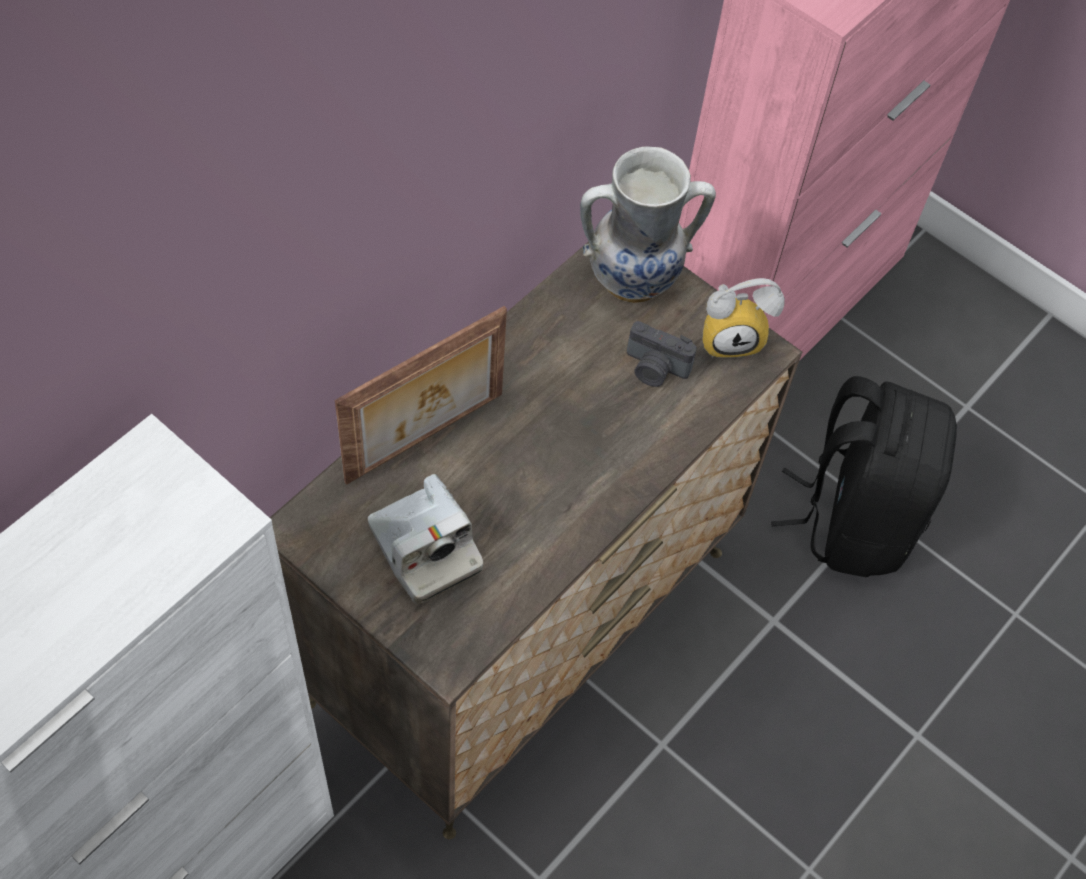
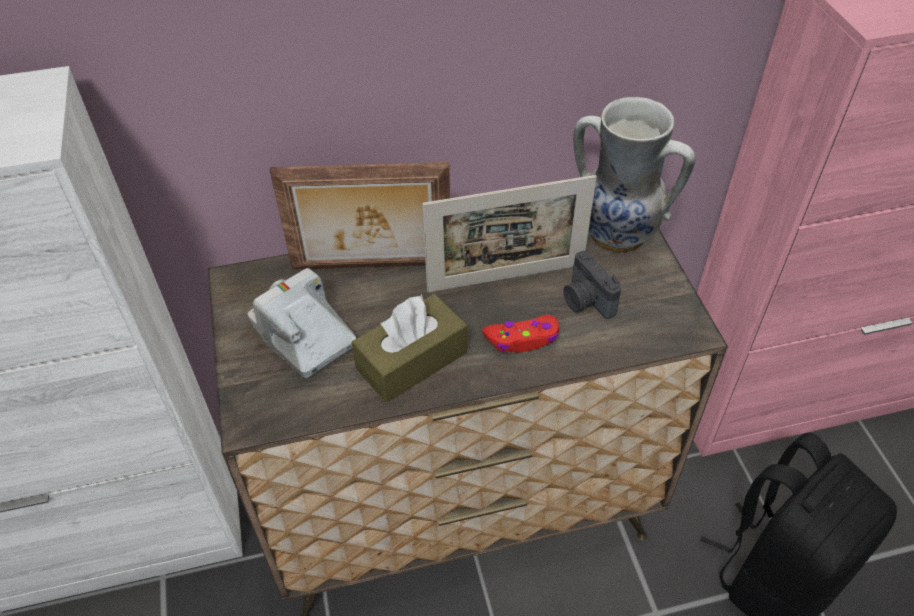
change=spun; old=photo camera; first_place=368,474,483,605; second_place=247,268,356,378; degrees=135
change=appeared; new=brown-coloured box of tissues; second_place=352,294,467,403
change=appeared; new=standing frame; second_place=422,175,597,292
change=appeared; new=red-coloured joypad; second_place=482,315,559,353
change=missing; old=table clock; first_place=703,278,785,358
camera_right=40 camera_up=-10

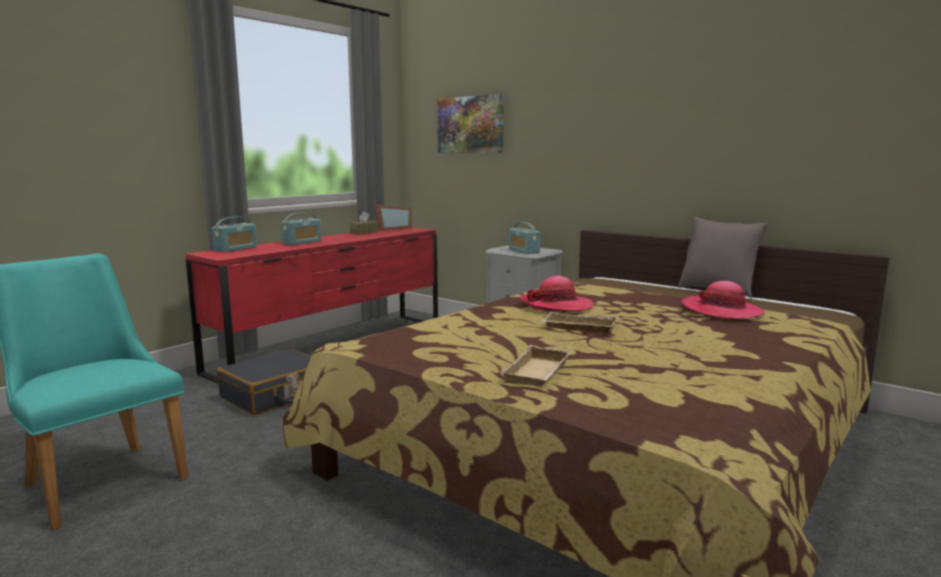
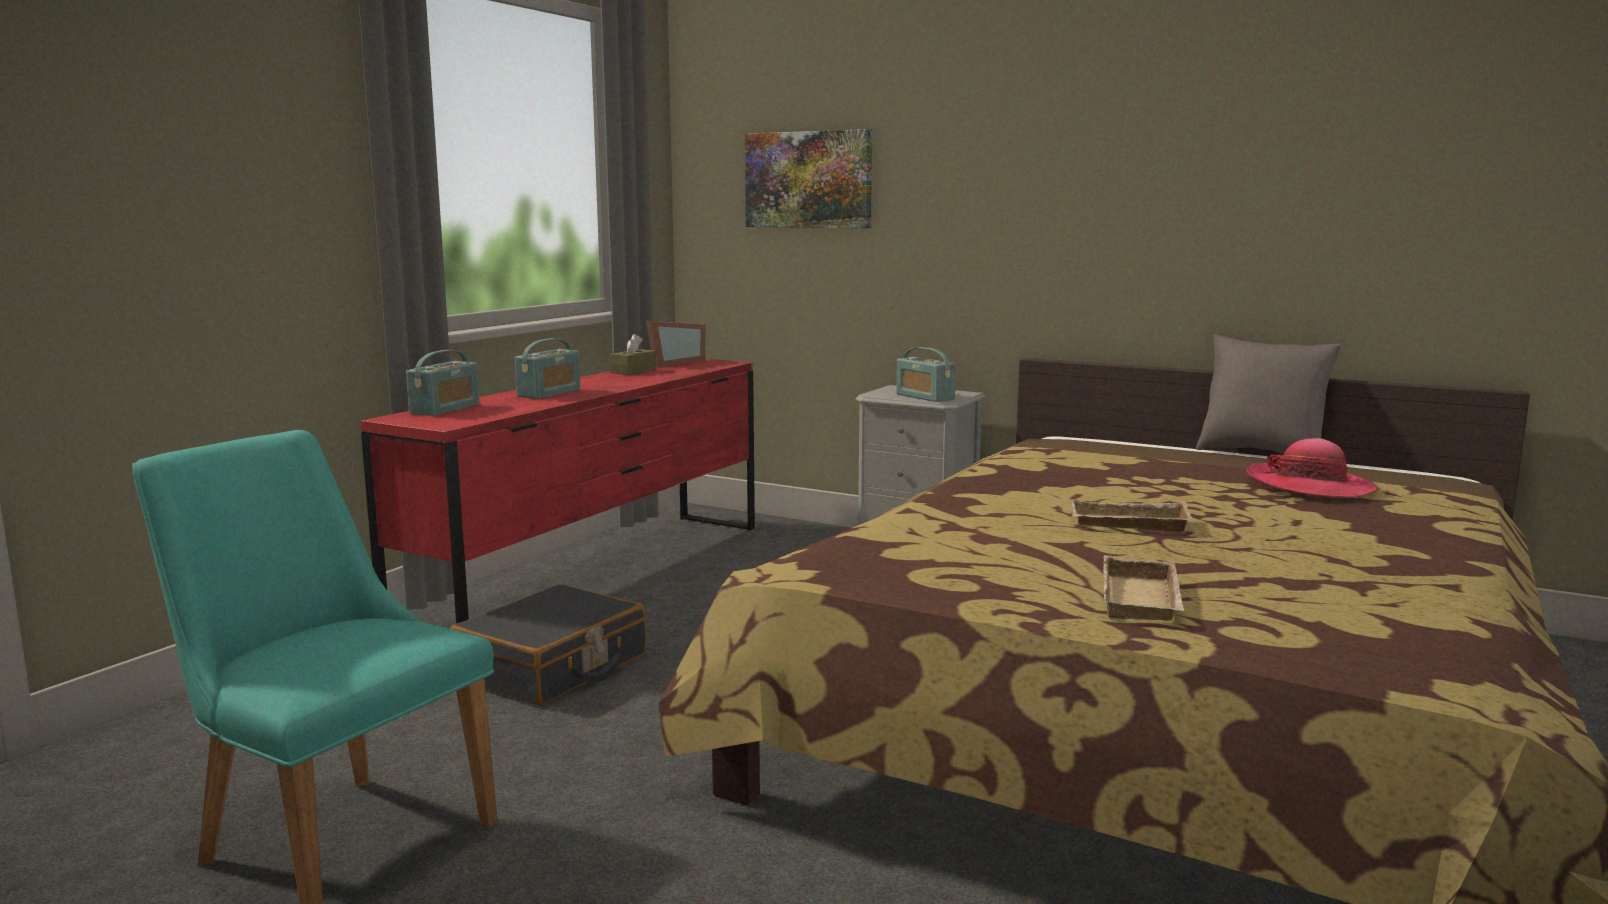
change=missing; old=wearable hat; first_place=519,276,594,311
camera_right=-10 camera_up=0

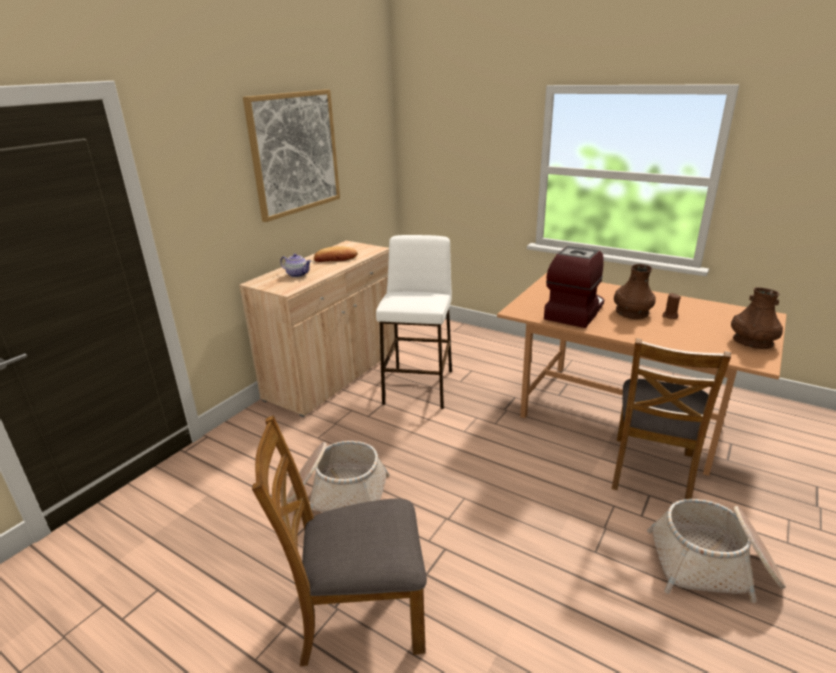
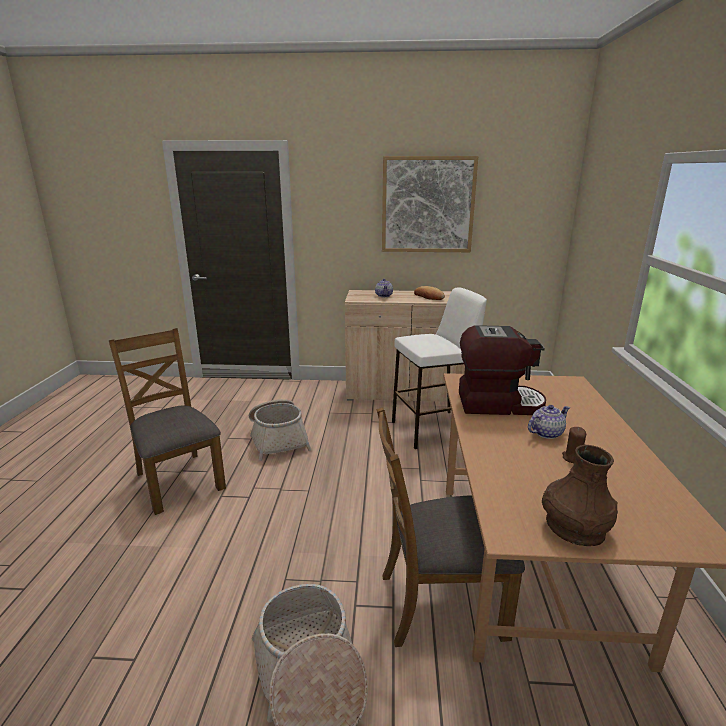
change=exchanged; old=brown-coloured decorative vase; new=pot for tea; first_place=614,264,656,319; second_place=528,405,570,439
camera_right=60 camera_up=-5

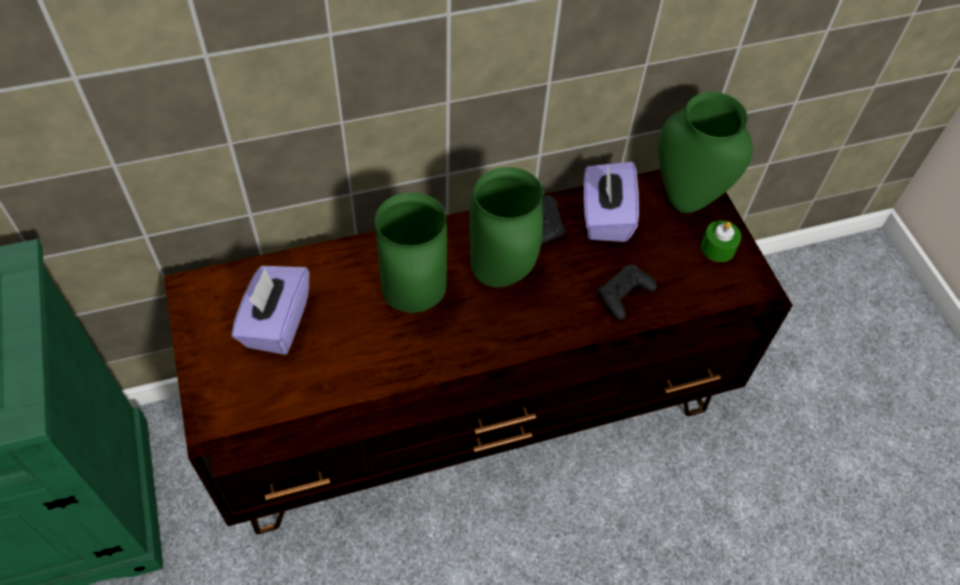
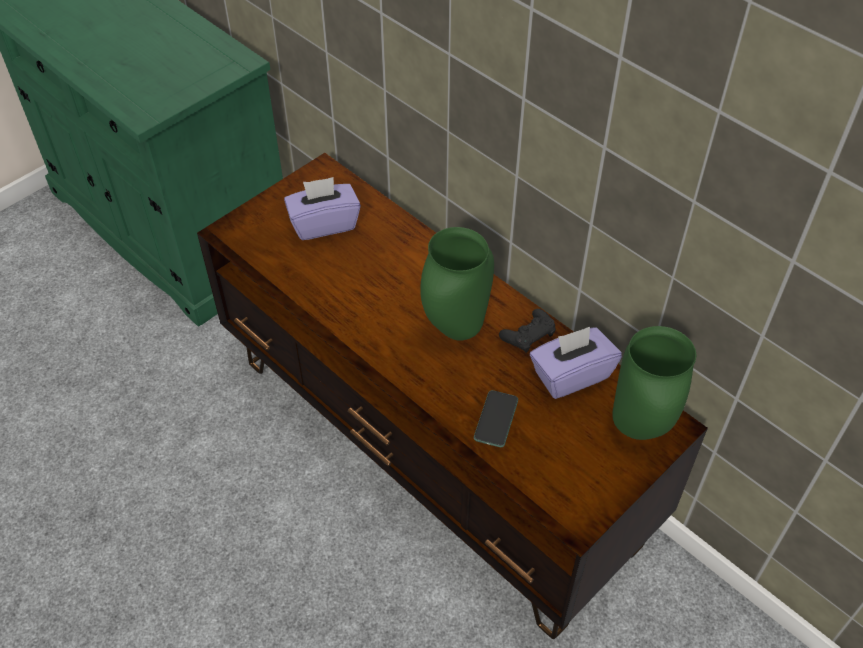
change=exchanged; old=blackish joypad; new=handset; first_place=598,264,657,320; second_place=474,390,518,447
change=missing; old=greenish decorative vase; first_place=375,192,447,313
change=missing; old=greenish wax light; first_place=701,220,742,262
camera_right=65 camera_up=-5

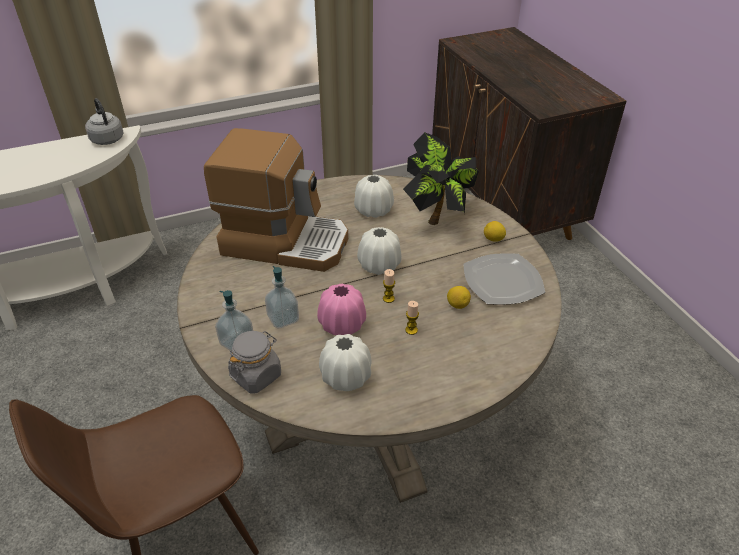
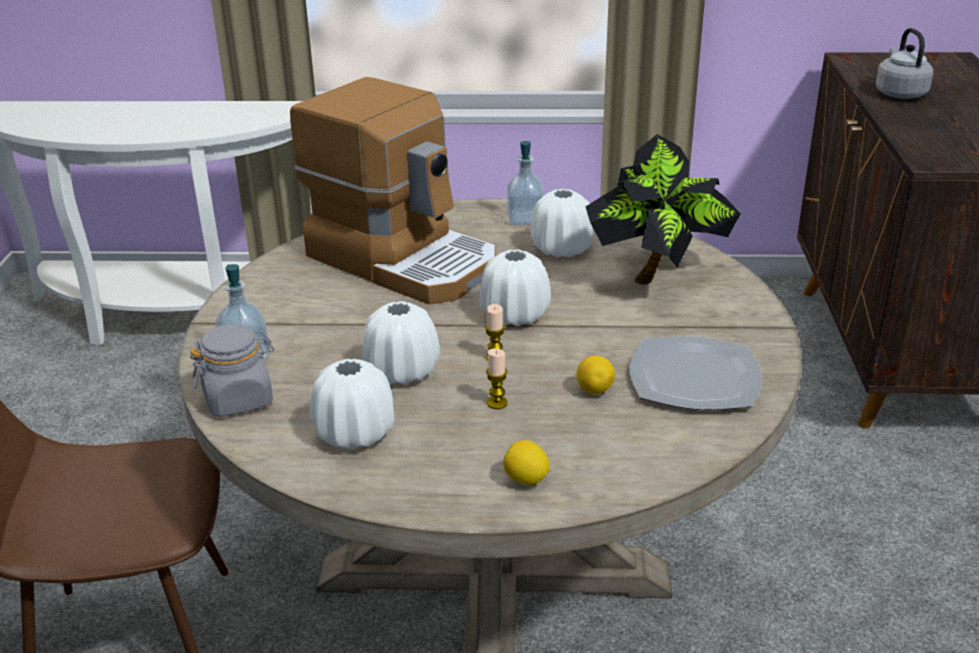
change=colour; old=pink decorative vase; new=white decorative vase; first_place=317,284,366,335; second_place=362,301,440,385
change=relocated; old=lemon; first_place=484,221,506,242; second_place=503,440,550,485
change=relocated; old=soap bottle; first_place=265,266,299,329; second_place=507,141,544,226
change=relocated; old=grey tea kettle; first_place=85,98,124,145; second_place=876,28,933,99
camera_right=25 camera_up=-10

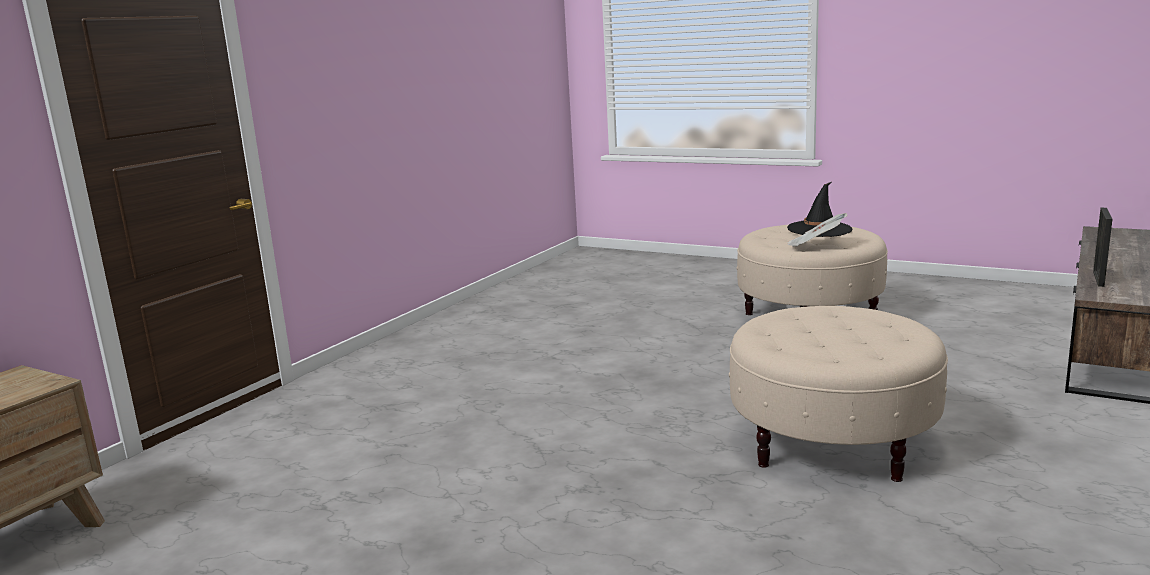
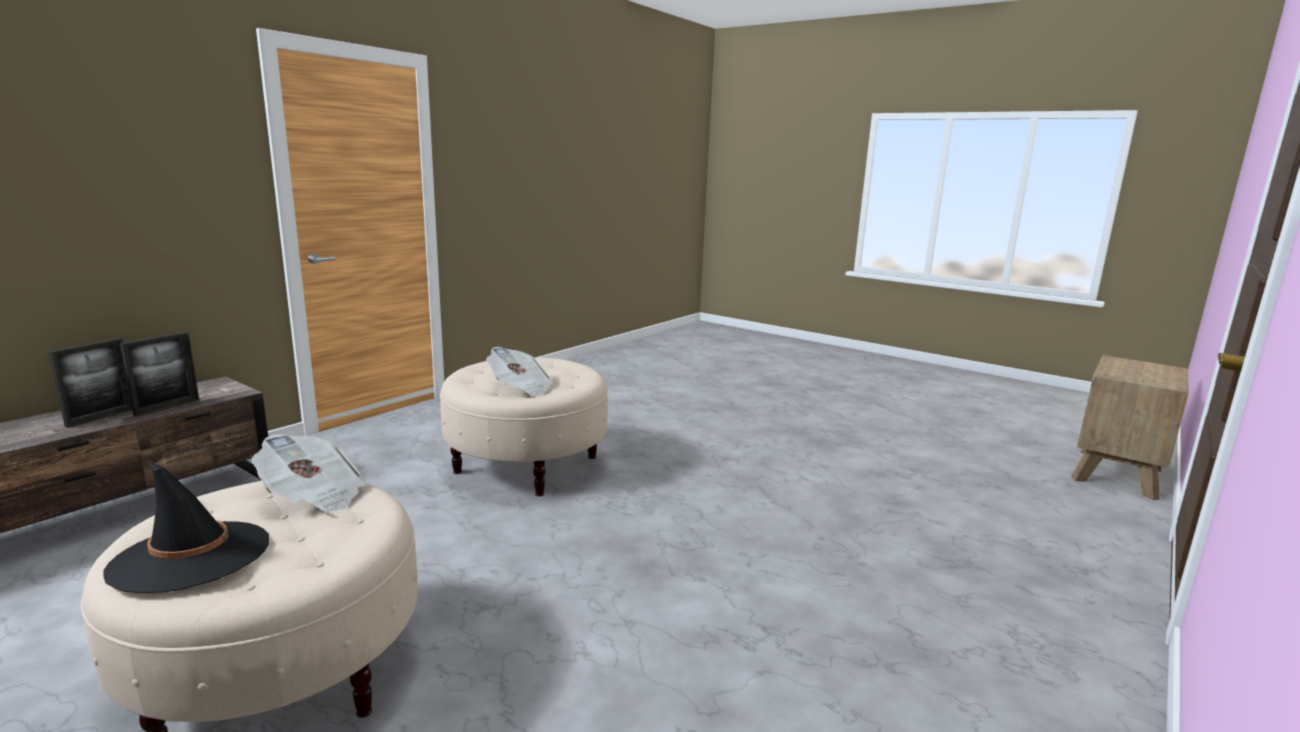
change=appeared; new=standing frame; second_place=48,338,132,428
change=appeared; new=printed paper; second_place=486,347,554,397
camera_right=-175 camera_up=0

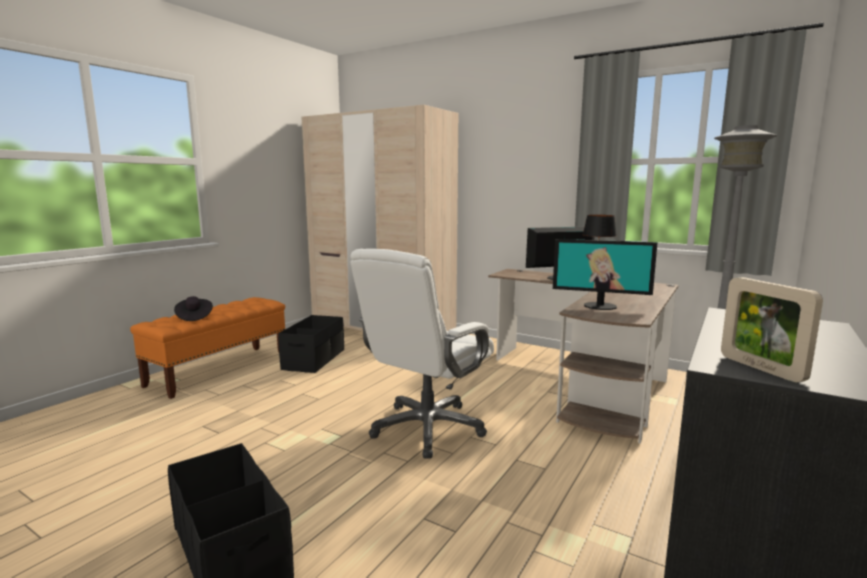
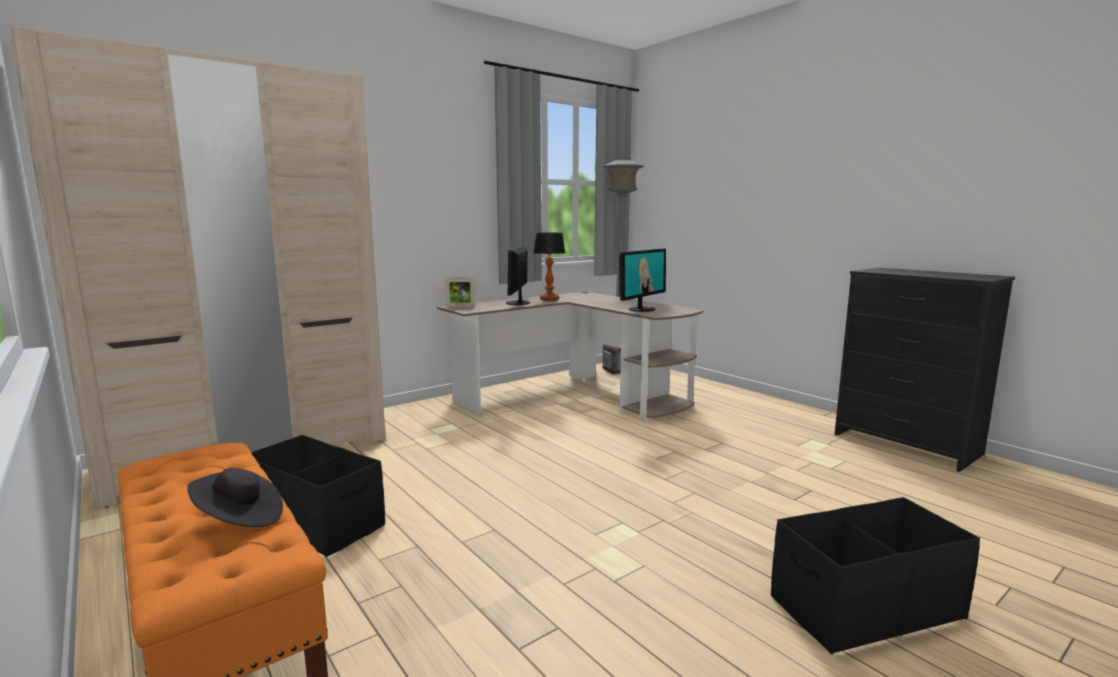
change=relocated; old=standing frame; first_place=721,277,823,382; second_place=445,278,475,307
change=missing; old=white office chair; first_place=350,249,494,458
camera_right=-70 camera_up=0

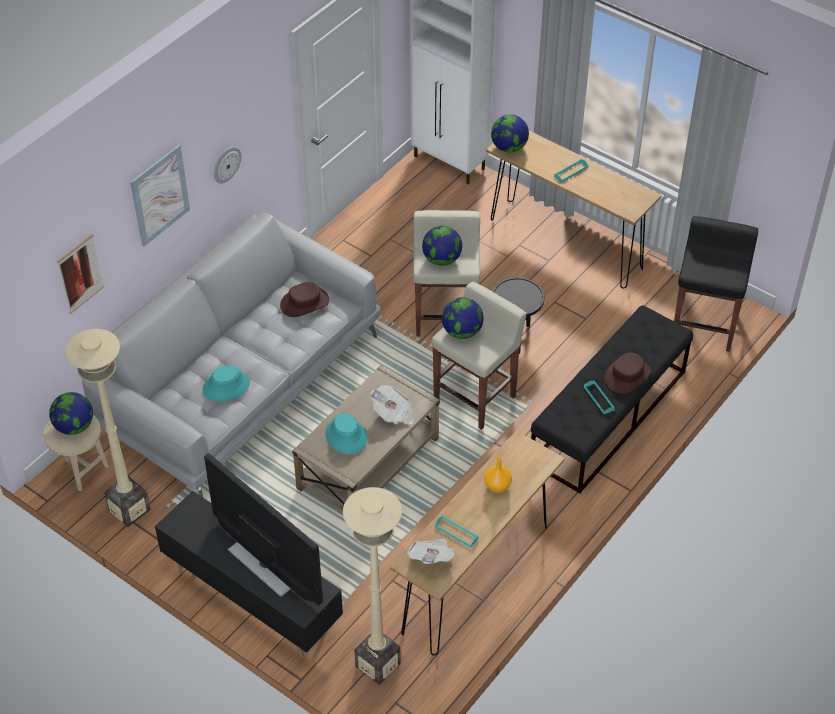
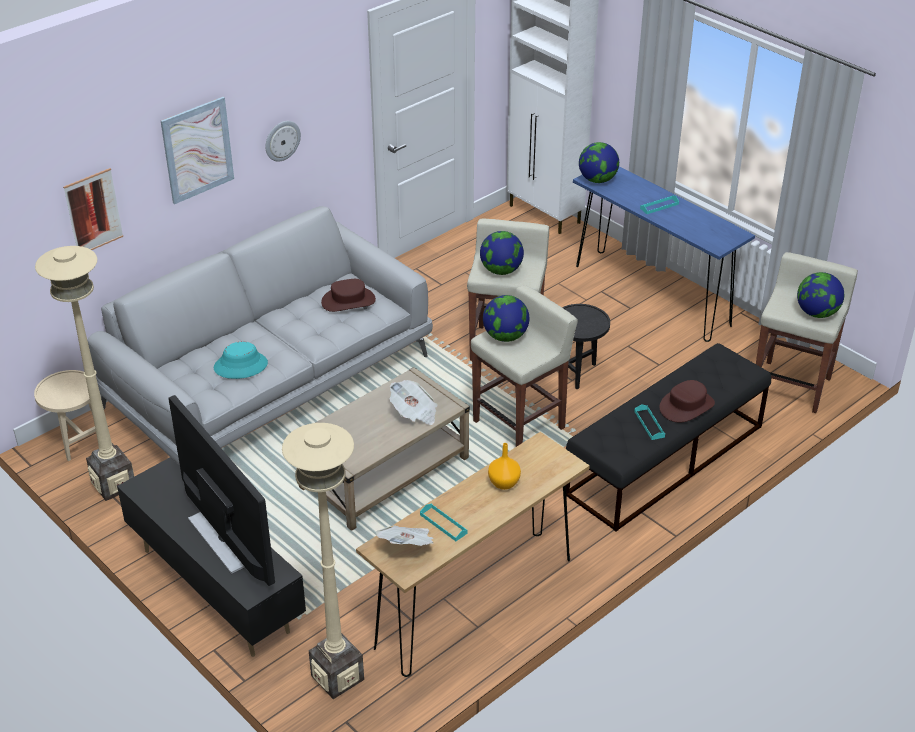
change=colour; old=brown-coloured hall table; new=blue hall table; first_place=486,131,662,289; second_place=573,166,755,342
change=colour; old=blackish stool seat; new=beige stool seat; first_place=674,216,758,352; second_place=756,252,858,413
change=relocated; old=globe; first_place=49,392,93,435; second_place=797,272,844,318
change=missing; old=turquoise wearable hat; first_place=325,413,367,454
camera_right=10 camera_up=-10

